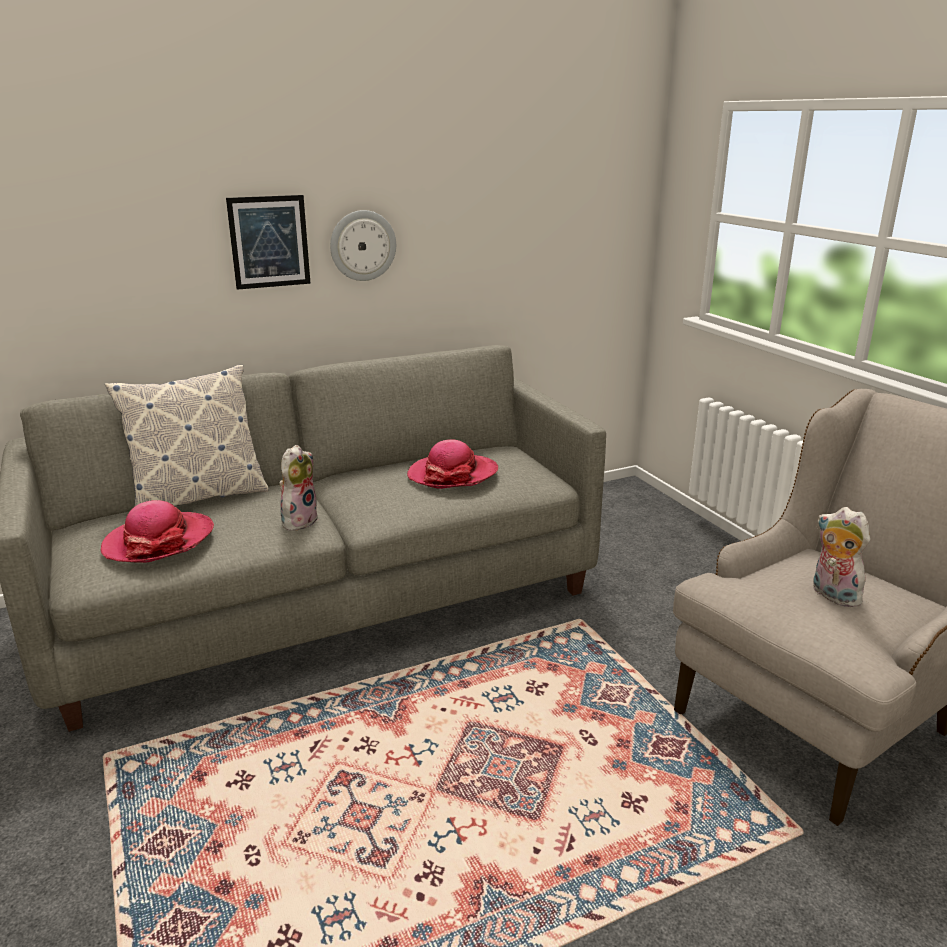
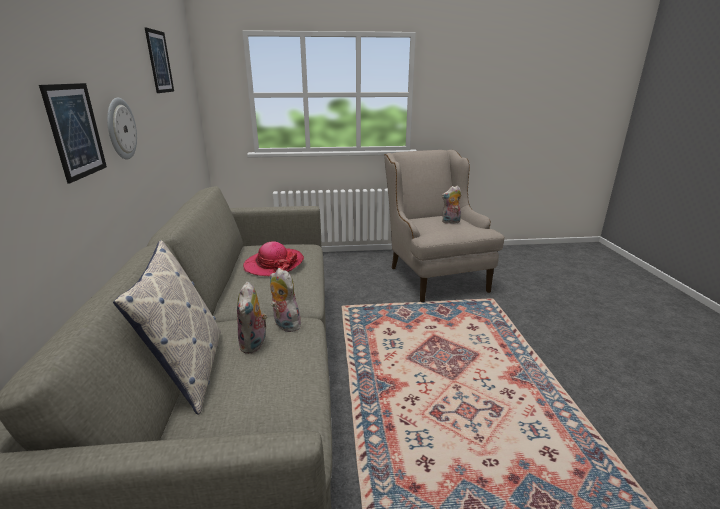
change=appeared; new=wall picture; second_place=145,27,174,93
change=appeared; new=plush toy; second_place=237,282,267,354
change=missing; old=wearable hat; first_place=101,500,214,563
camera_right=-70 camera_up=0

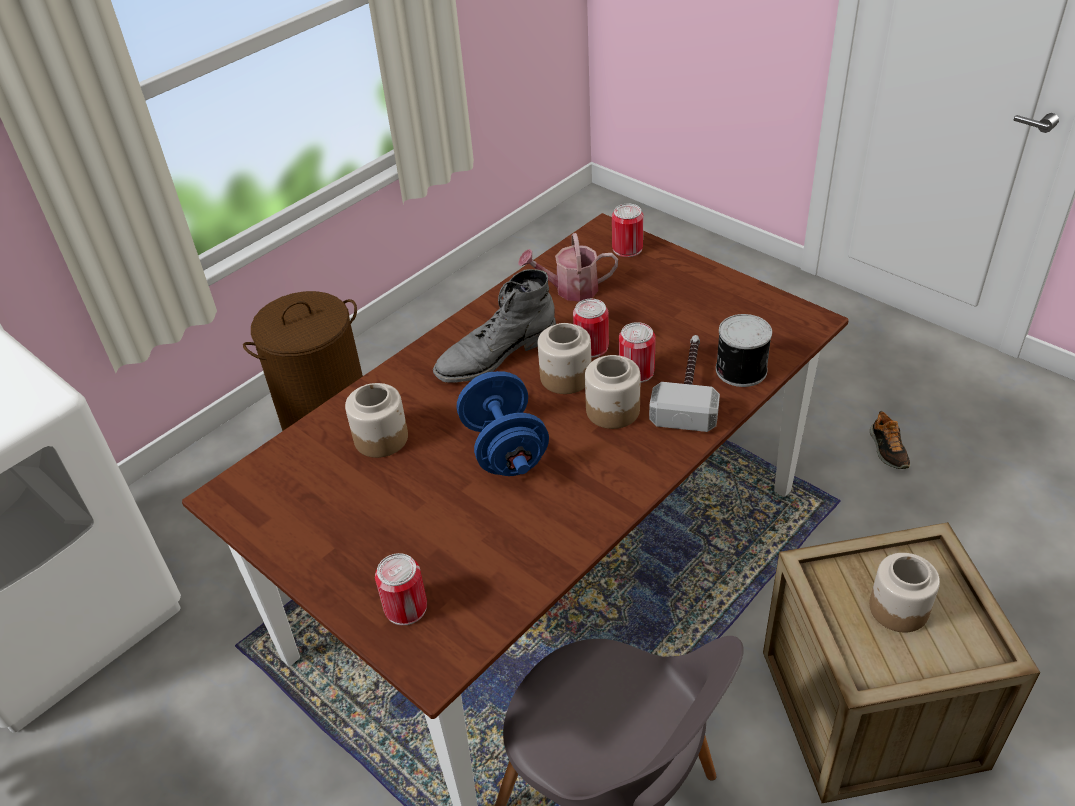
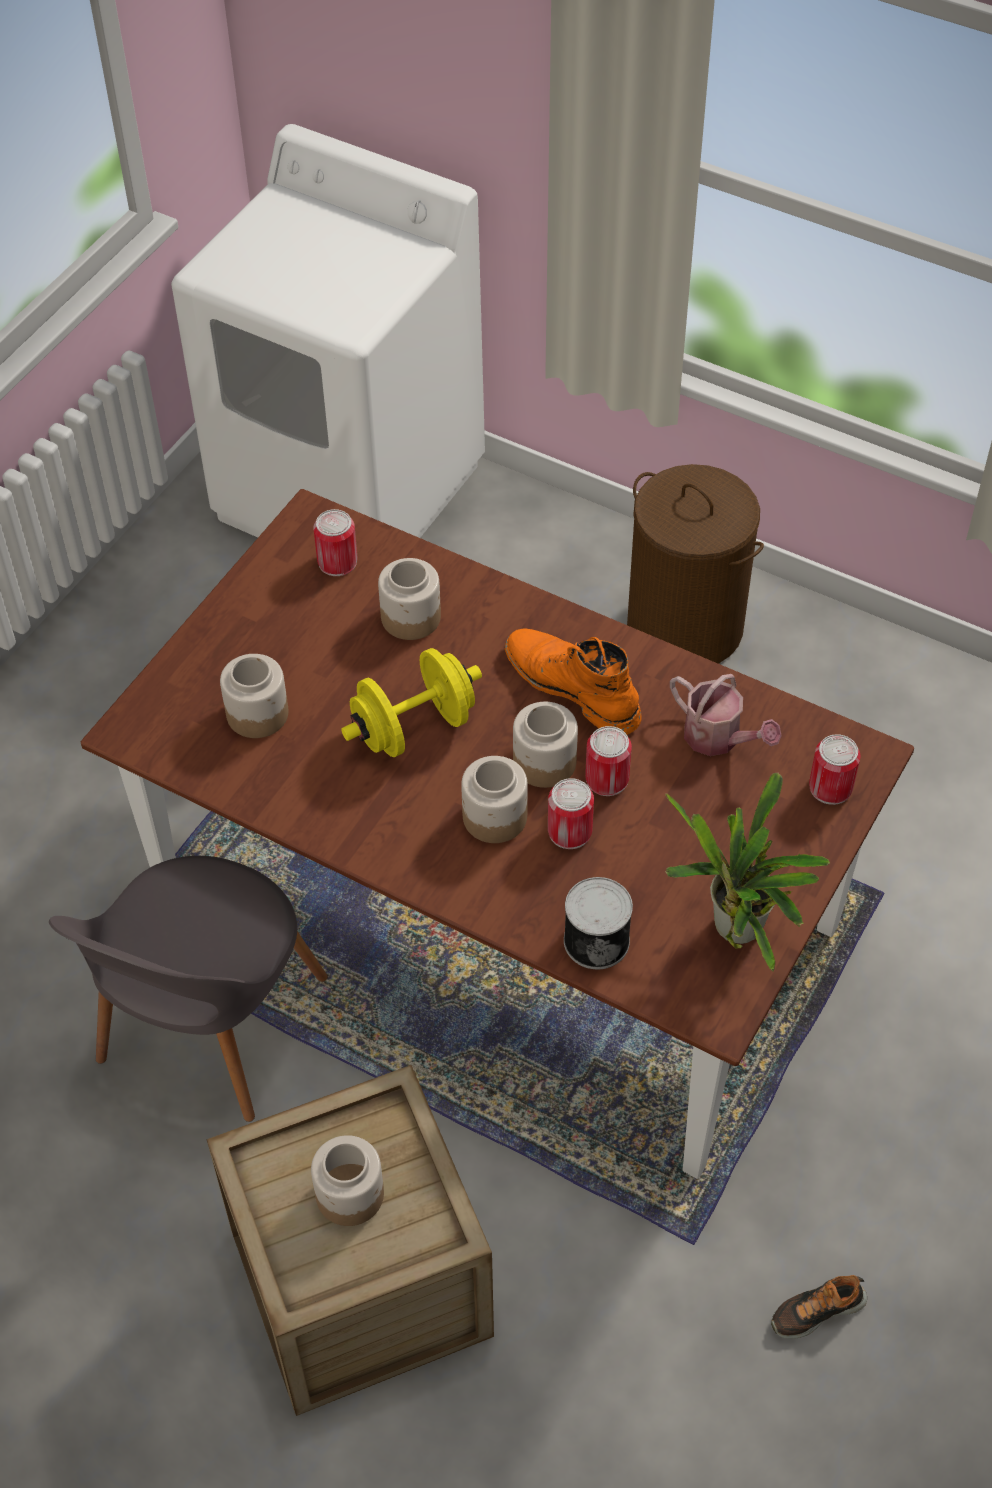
change=appeared; new=jar; second_place=220,654,288,738
change=relocated; old=metal can; first_place=375,553,427,625; second_place=313,509,358,576
change=colour; old=blue dumbbell; new=yellowish dumbbell; first_place=456,371,549,476; second_place=341,648,482,757
change=colour; old=grey boot; new=orange boot; first_place=433,269,556,383; second_place=505,629,642,735
change=appeared; new=plant in a pot; second_place=665,773,830,972
change=spun; old=watering pot; first_place=518,233,618,302; second_place=670,674,782,756; degrees=150
change=missing; old=hand hammer; first_place=649,335,720,432
camera_right=75 camera_up=10

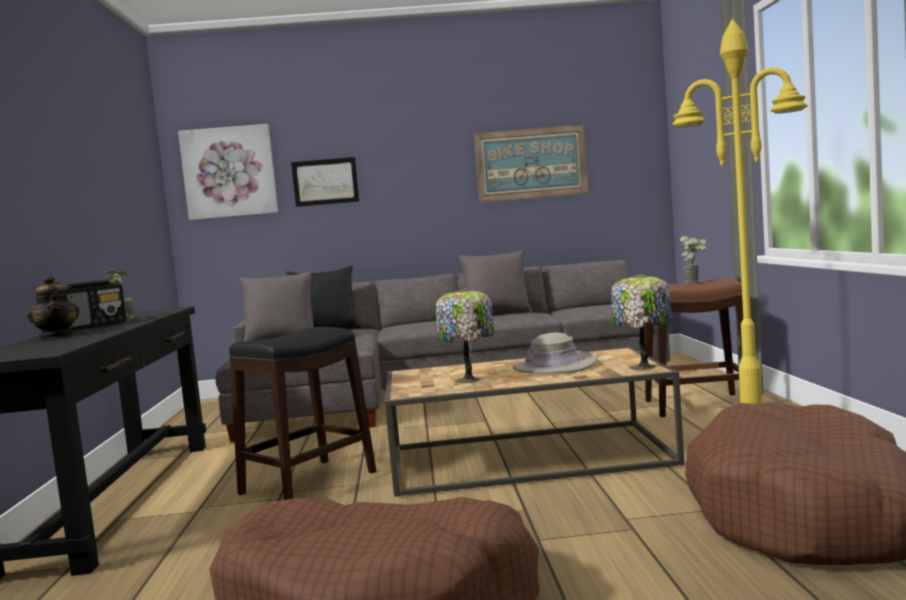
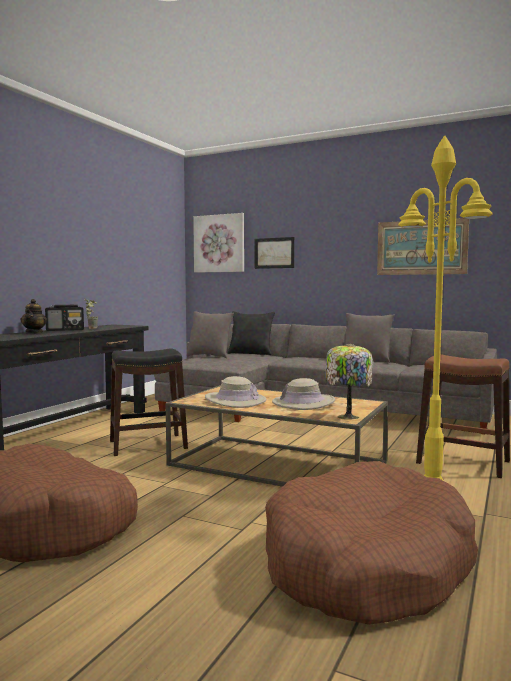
change=exchanged; old=tabletop lamp; new=beige wearable hat; first_place=436,288,494,383; second_place=205,376,266,408
change=missing; old=plant in a pot; first_place=680,236,707,284
camera_right=30 camera_up=0

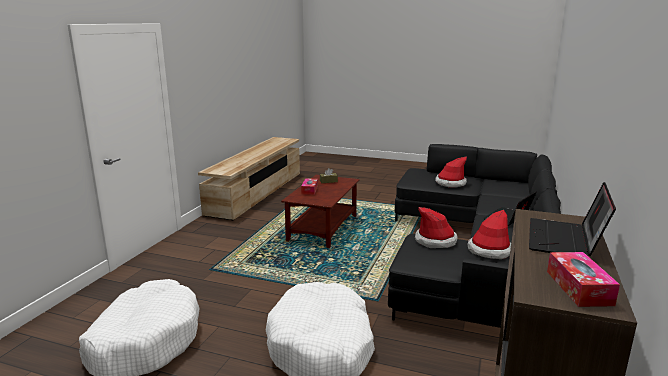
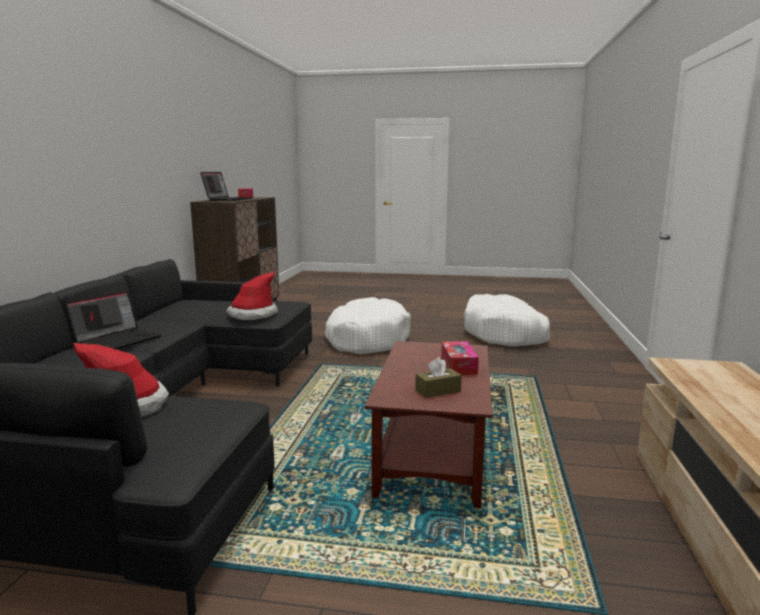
change=missing; old=wearable hat; first_place=467,210,511,259
camera_right=170 camera_up=-5

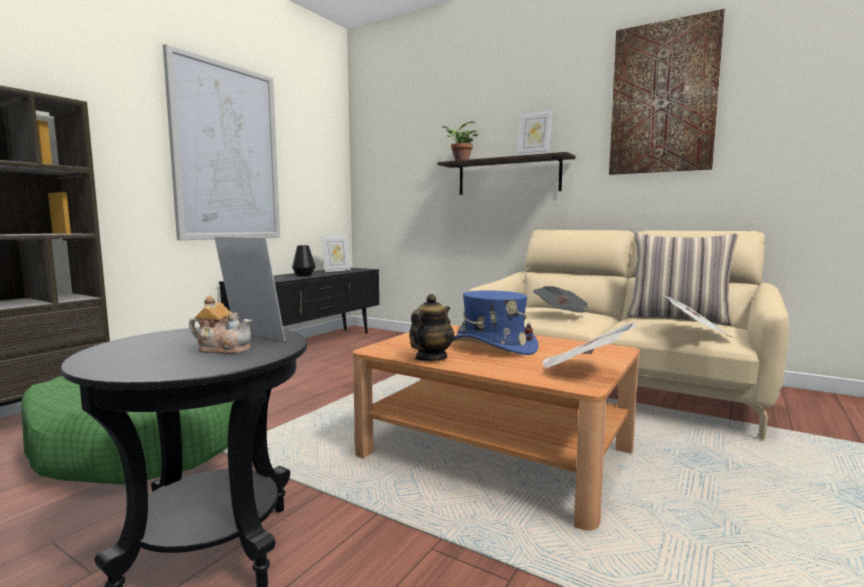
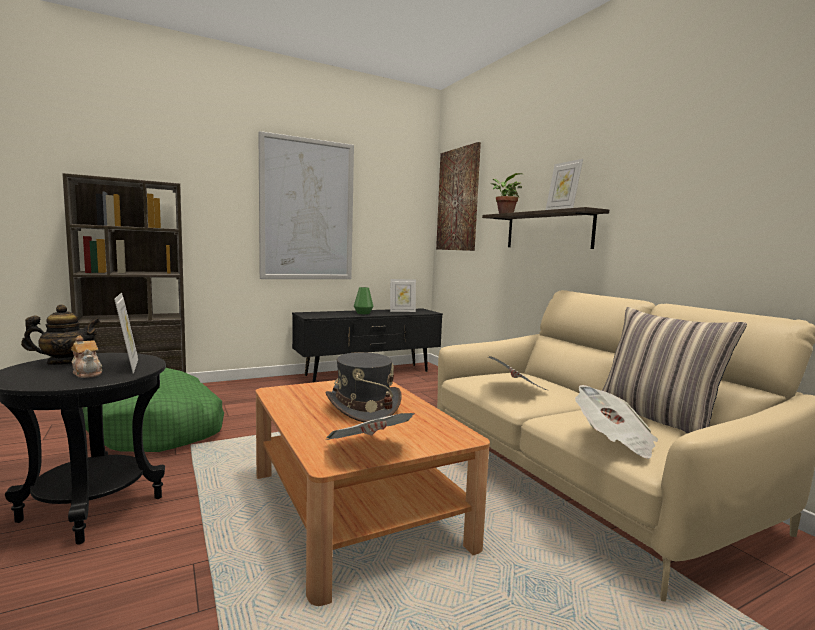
change=relocated; old=pot for tea; first_place=409,294,455,361; second_place=21,304,100,365
change=colour; old=blue wearable hat; new=grey wearable hat; first_place=453,290,539,355; second_place=325,352,402,422
change=colour; old=blackish decorative vase; new=greenish decorative vase; first_place=292,245,315,276; second_place=354,287,373,314
change=relocated; old=wall picture; first_place=609,9,725,175; second_place=436,142,481,251
camera_right=30 camera_up=0

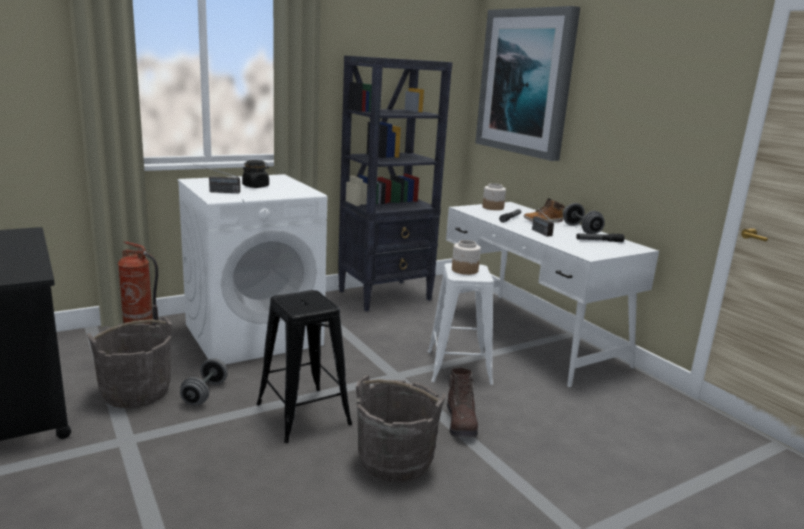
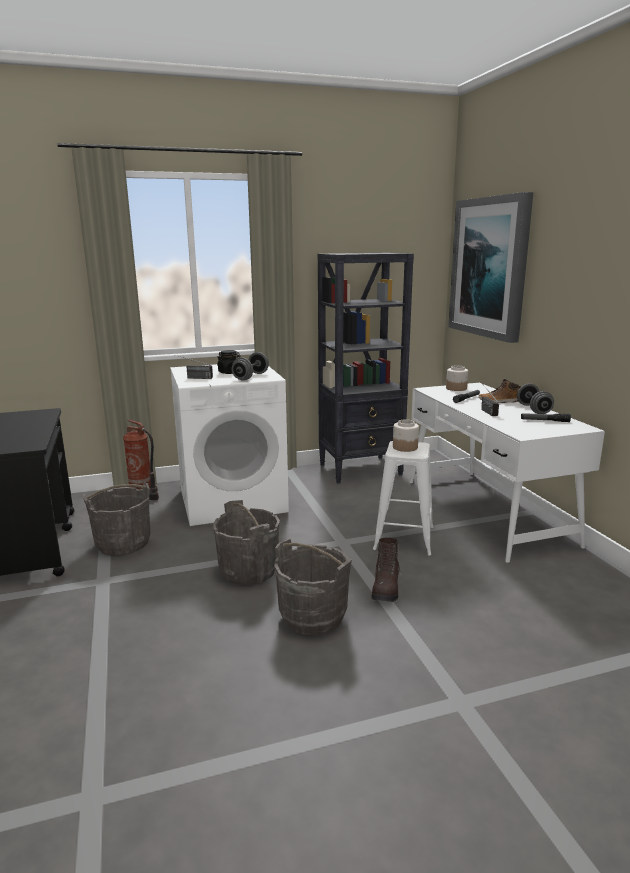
change=exchanged; old=blackish stool seat; new=grey water bucket; first_place=256,290,352,443; second_place=213,500,280,585
change=relocated; old=grey dumbbell; first_place=180,358,227,405; second_place=232,352,269,381
camera_right=15 camera_up=0

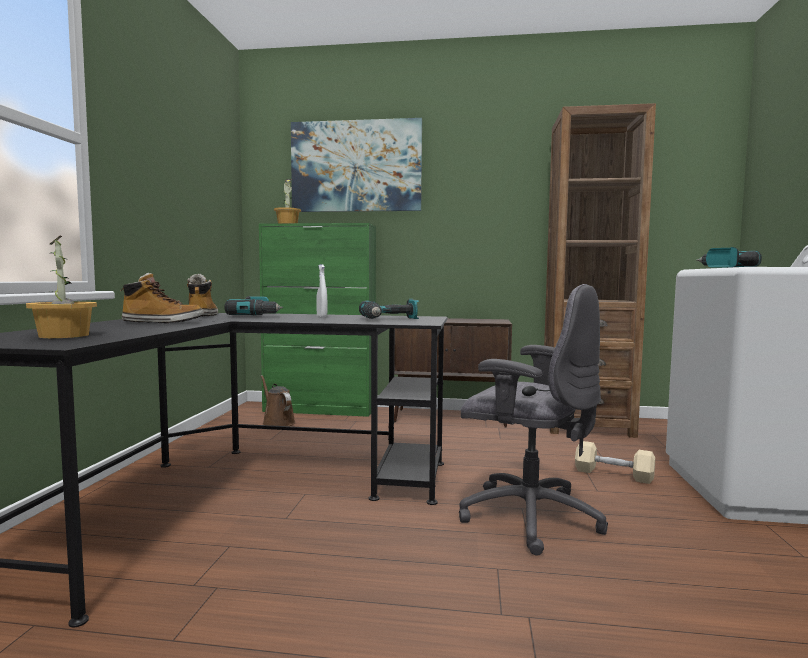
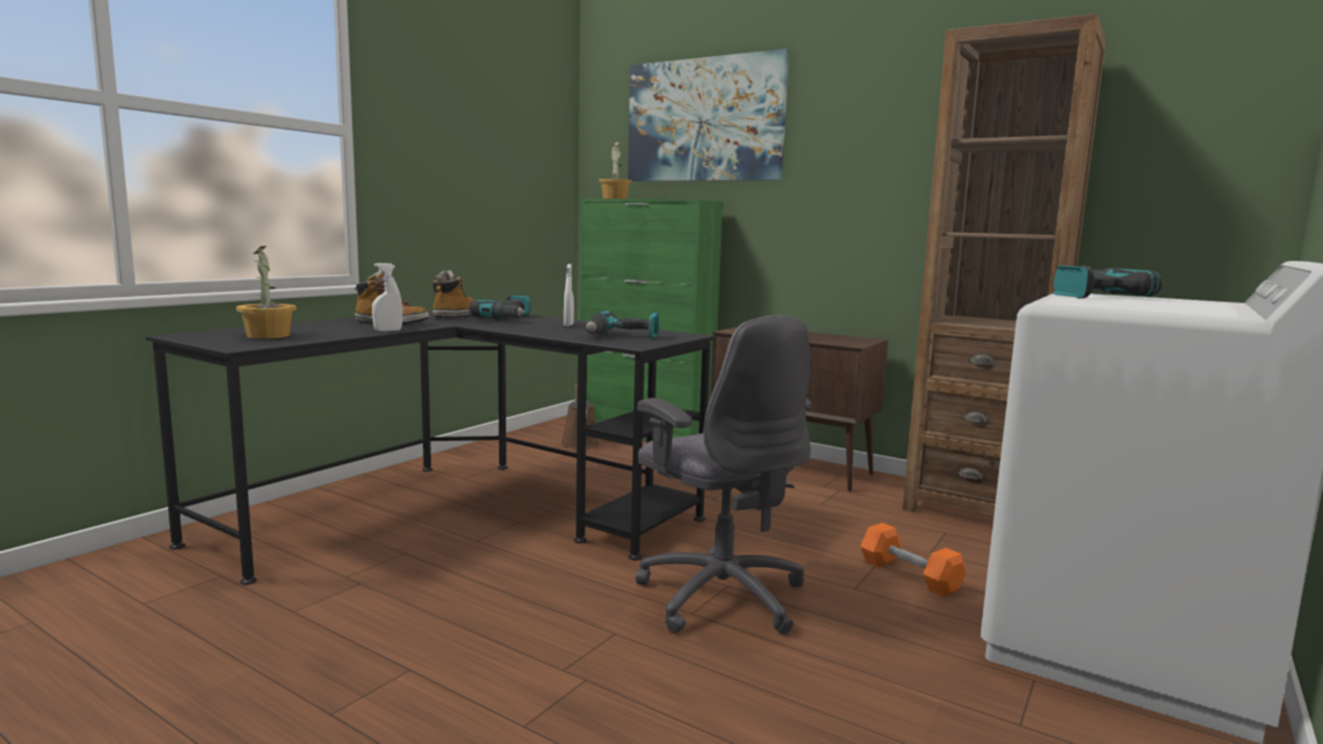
change=appeared; new=white spray bottle; second_place=372,263,402,332
change=colour; old=beige dumbbell; new=orange dumbbell; first_place=575,441,655,484; second_place=860,523,966,597
camera_right=25 camera_up=5

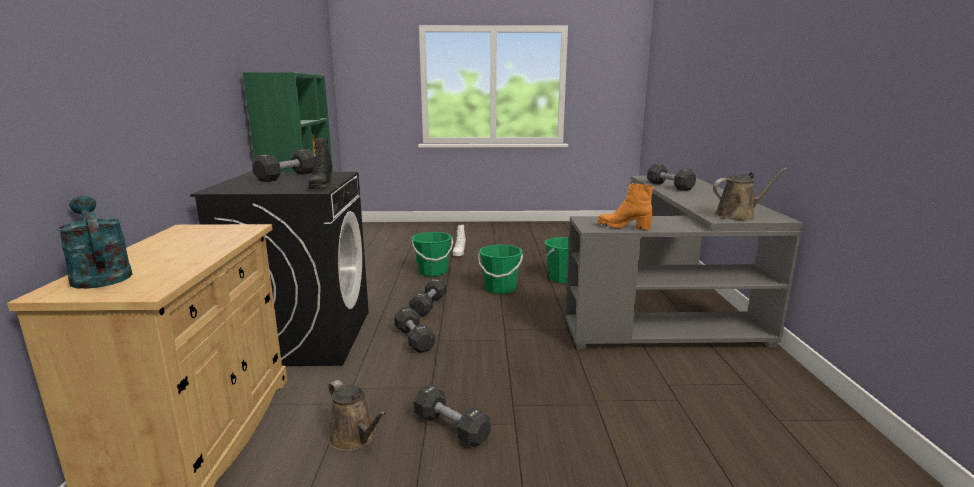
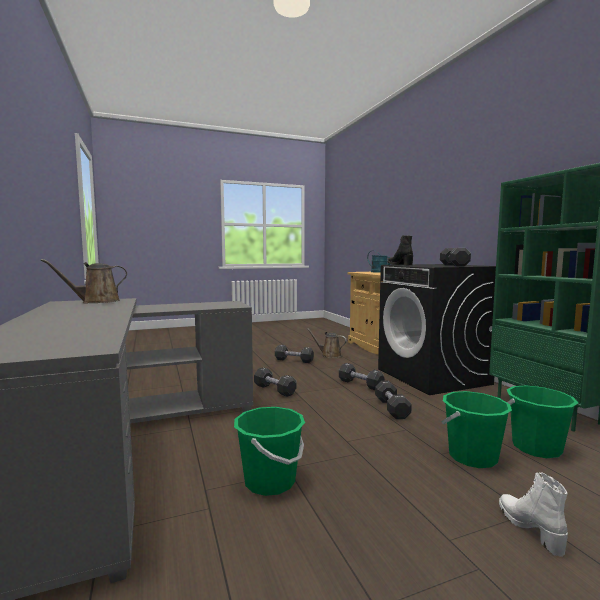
change=relocated; old=blackish dumbbell; first_place=647,164,696,191; second_place=254,367,296,397
change=relocated; old=greenish water bucket; first_place=478,245,523,294; second_place=507,385,578,458
change=missing; old=orange boot; first_place=598,183,653,230
camera_right=160 camera_up=-10

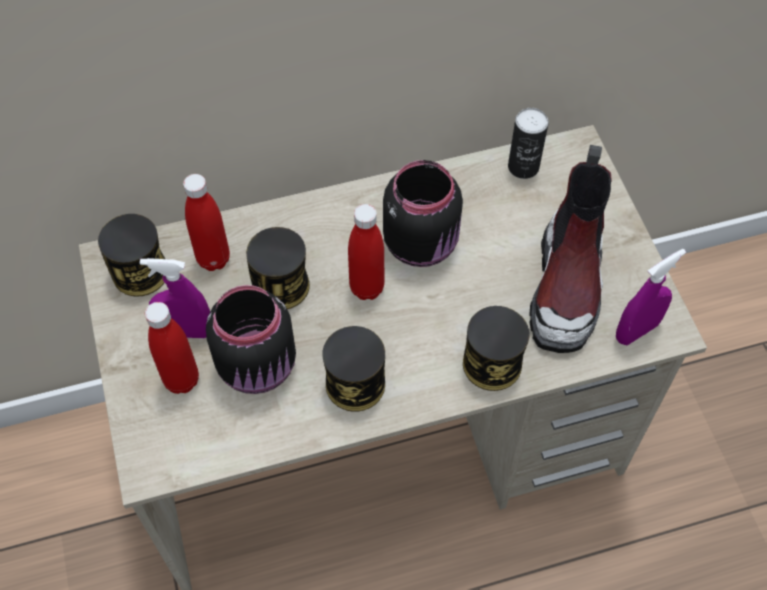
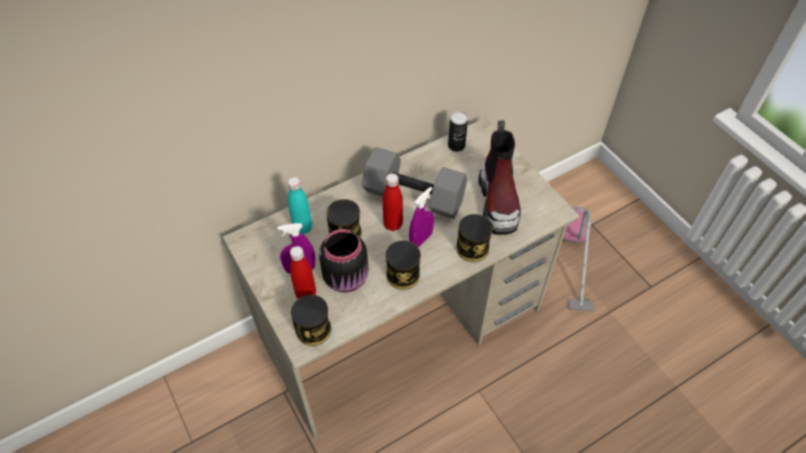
change=colour; old=red-coloured drink bottle; new=turquoise drink bottle; first_place=183,174,230,271; second_place=288,177,312,234
change=relocated; old=metal can; first_place=98,214,165,297; second_place=291,295,332,346
change=exchanged; old=blackish jar; new=grey dumbbell; first_place=383,160,463,267; second_place=362,147,467,219
change=relocated; old=purple-coloured spray bottle; first_place=616,249,686,345; second_place=409,187,434,247
change=appeared; new=hoover; second_place=563,207,594,311
camera_right=-15 camera_up=-5

